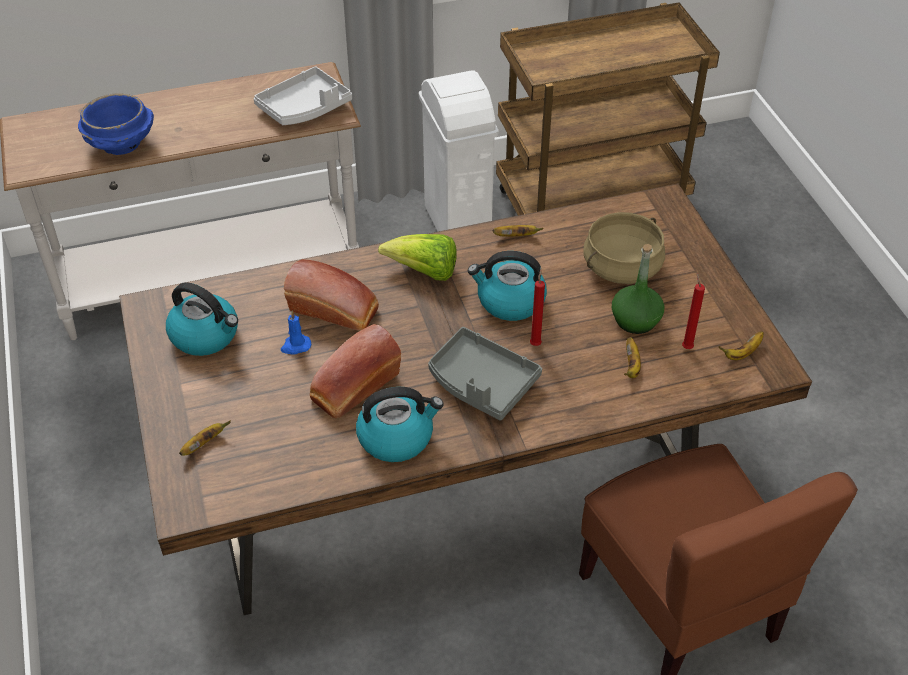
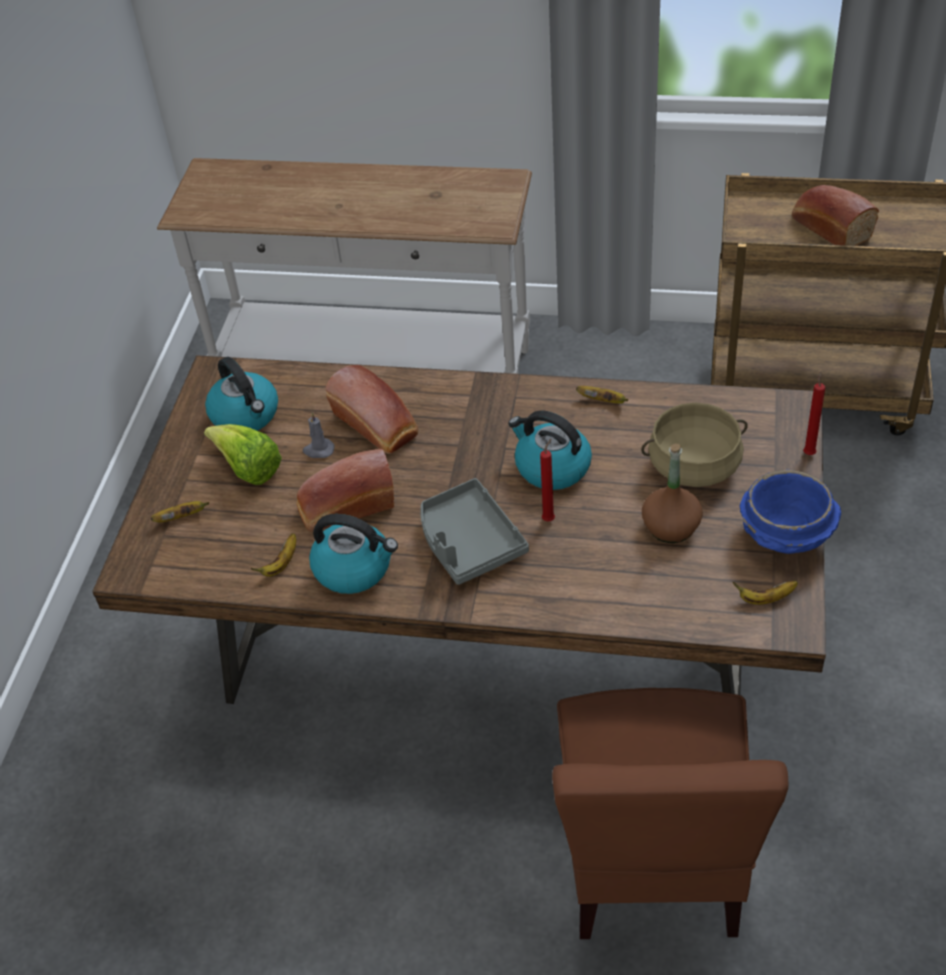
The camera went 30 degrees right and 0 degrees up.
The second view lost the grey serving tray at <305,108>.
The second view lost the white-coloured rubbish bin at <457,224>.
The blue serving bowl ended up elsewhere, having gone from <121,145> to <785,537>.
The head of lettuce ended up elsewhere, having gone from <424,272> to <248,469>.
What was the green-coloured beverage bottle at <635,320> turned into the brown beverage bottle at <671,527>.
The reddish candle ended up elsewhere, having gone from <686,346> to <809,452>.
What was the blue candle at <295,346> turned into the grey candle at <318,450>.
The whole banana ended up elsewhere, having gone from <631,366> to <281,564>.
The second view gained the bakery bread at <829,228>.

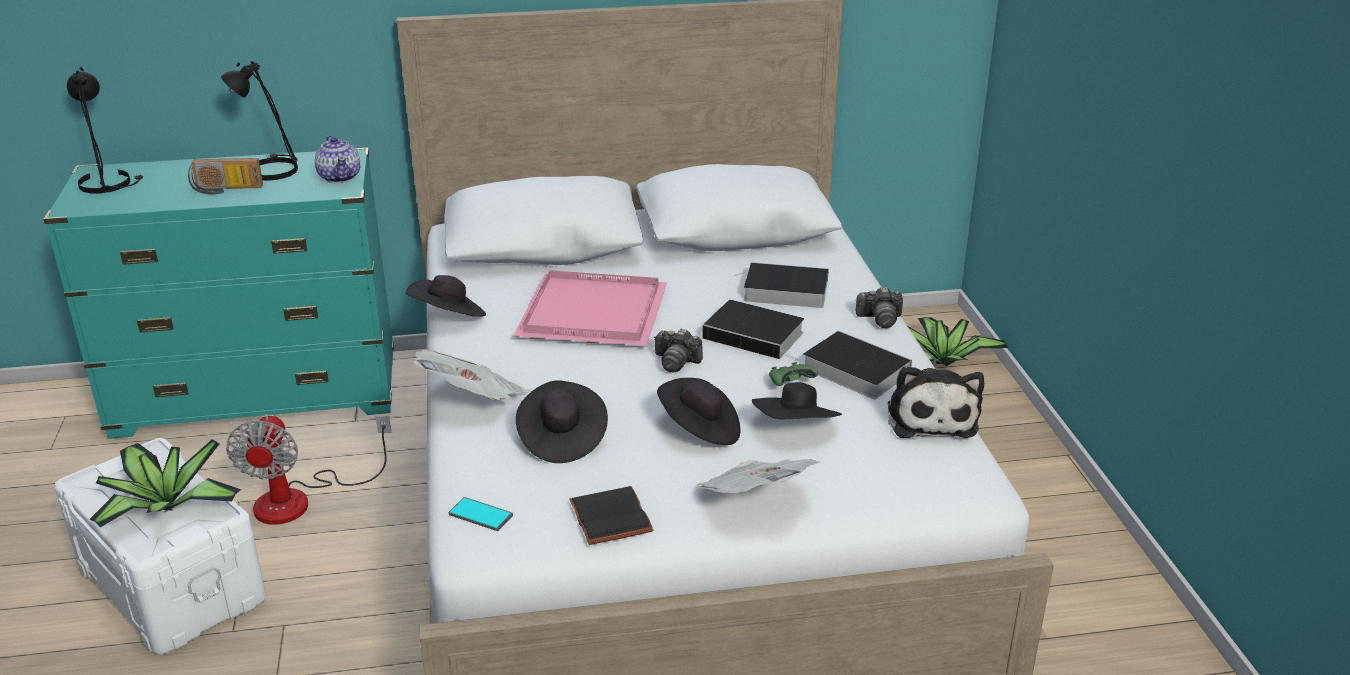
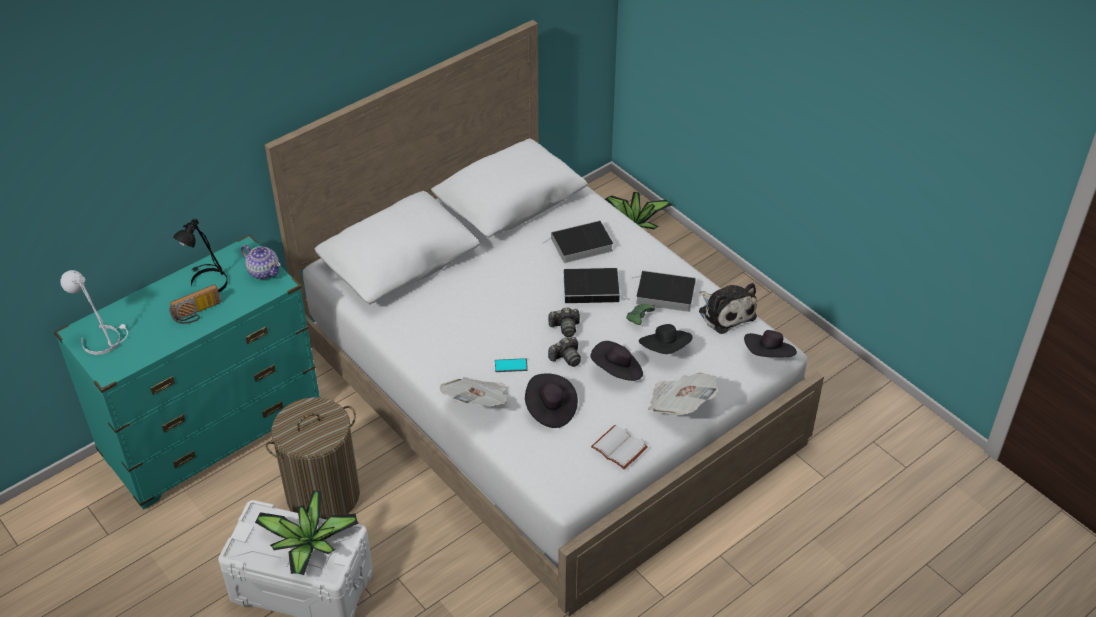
The camera went 30 degrees left and 15 degrees up.
What was the black table lamp at <109,183> turned into the white-coloured table lamp at <103,339>.
The second view lost the pinkish serving tray at <596,312>.
The black hat ended up elsewhere, having gone from <449,317> to <769,356>.
The photo camera ended up elsewhere, having gone from <880,319> to <566,358>.
Where the electric fan stood at <300,499>, the laundry basket came to stand at <323,495>.
What was the black volume at <613,518> turned into the white-coloured volume at <620,447>.
The handset ended up elsewhere, having gone from <481,515> to <511,365>.

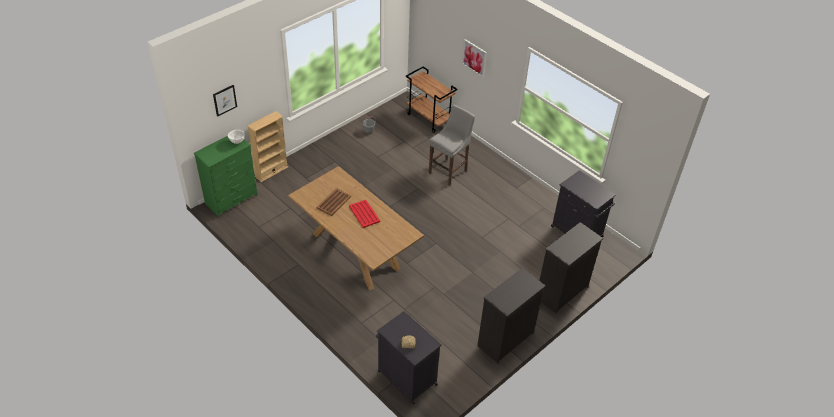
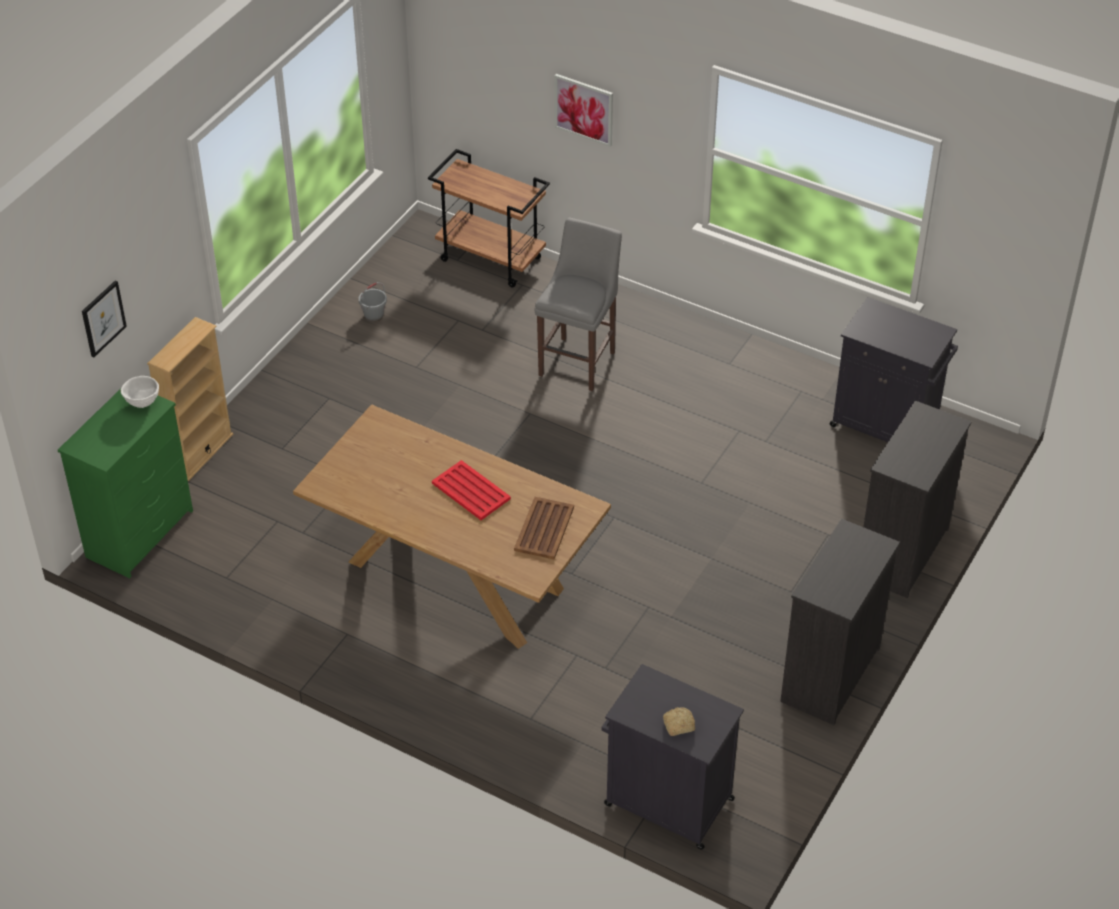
The camera went 15 degrees left and 0 degrees up.
The brown serving tray ended up elsewhere, having gone from <334,202> to <544,528>.

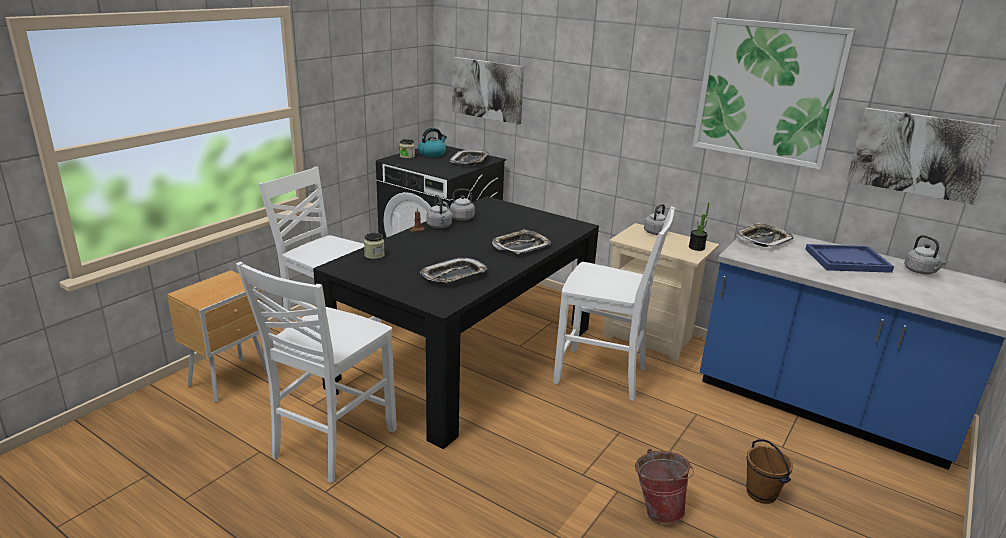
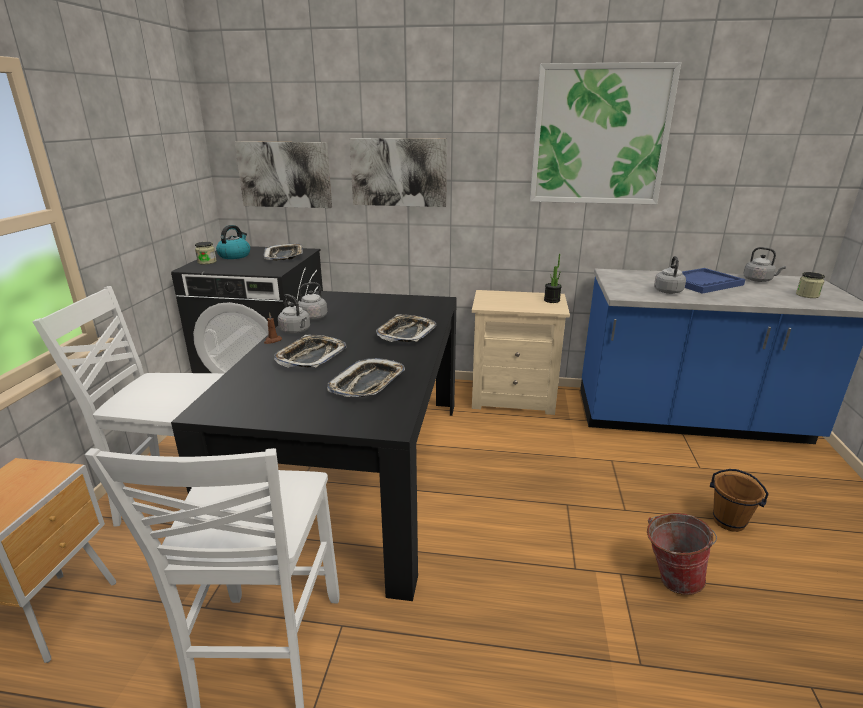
The camera went 25 degrees left and 0 degrees up.
The wall picture ended up elsewhere, having gone from <918,154> to <399,172>.
The grey tea kettle ended up elsewhere, having gone from <656,232> to <667,291>.
The second view lost the white-coloured upright chair at <602,376>.
The serving tray ended up elsewhere, having gone from <763,240> to <311,356>.
The storage jar ended up elsewhere, having gone from <374,255> to <807,295>.

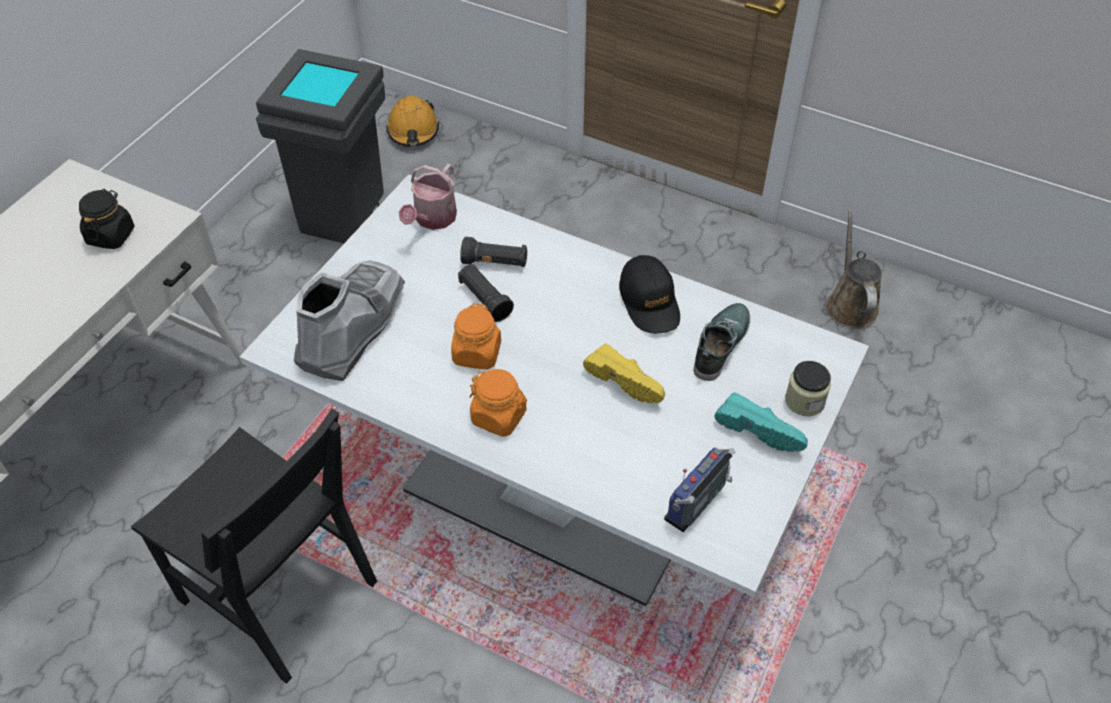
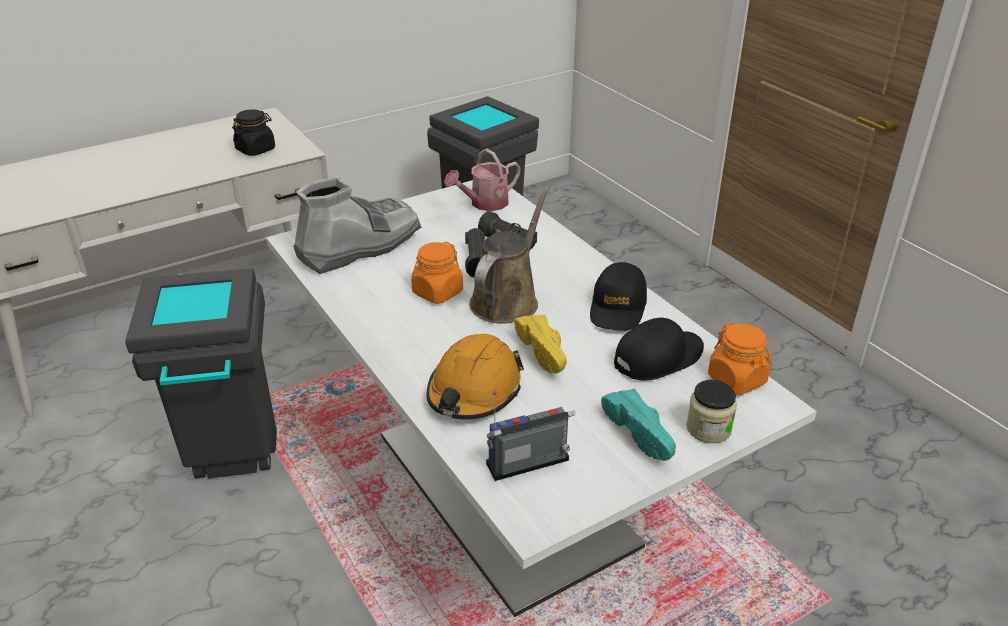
The camera went 30 degrees right and 15 degrees down.
The orangey safety helmet ended up elsewhere, having gone from <413,130> to <474,391>.
The brown watering can ended up elsewhere, having gone from <850,304> to <507,300>.
Where the shoe stood at <720,345>, the black baseball cap came to stand at <658,358>.
The orangey storage jar ended up elsewhere, having gone from <499,417> to <737,379>.
Where the black upright chair stood at <277,592>, the grey rubbish bin came to stand at <234,465>.

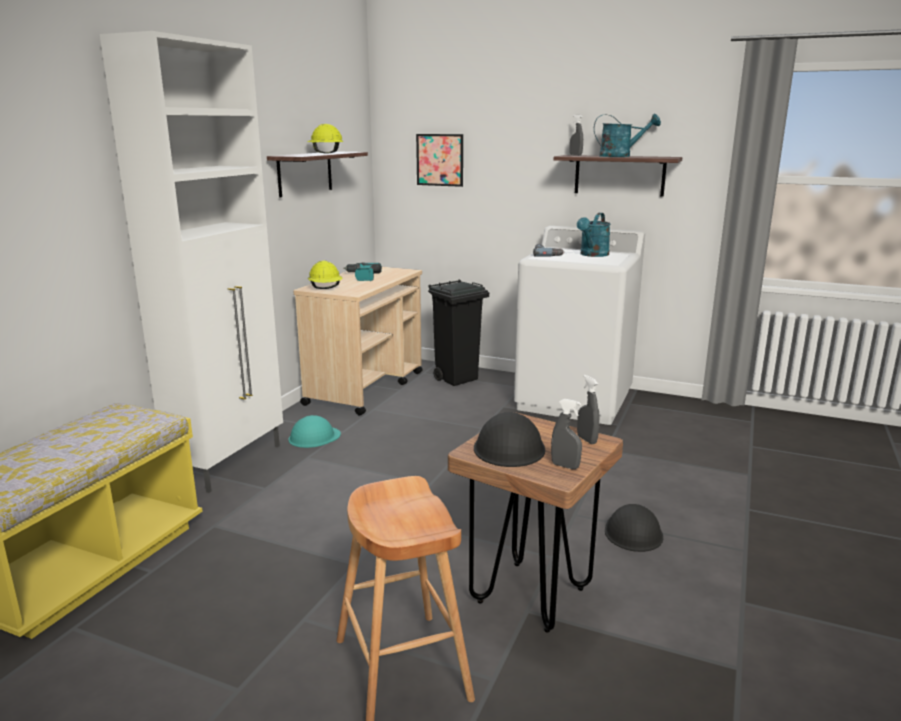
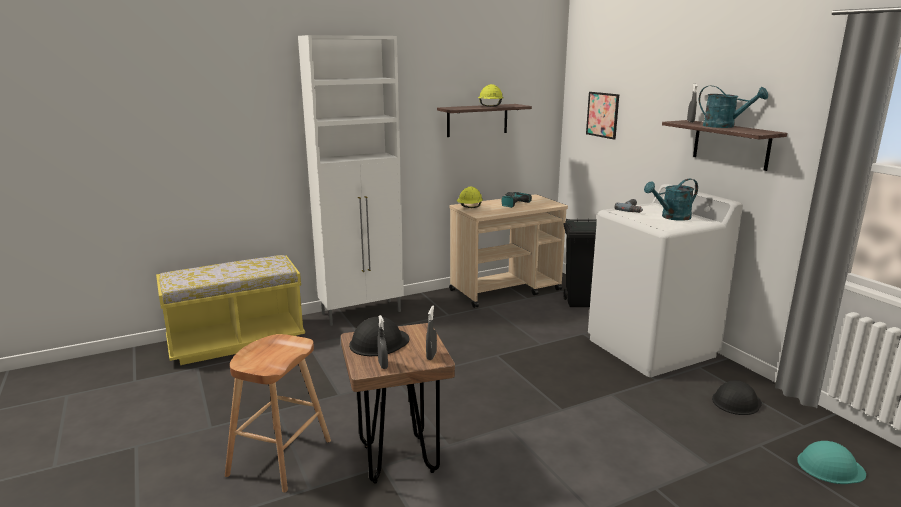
The camera went 40 degrees right and 0 degrees up.
The turquoise safety helmet ended up elsewhere, having gone from <314,437> to <830,467>.
The black safety helmet ended up elsewhere, having gone from <633,532> to <736,401>.

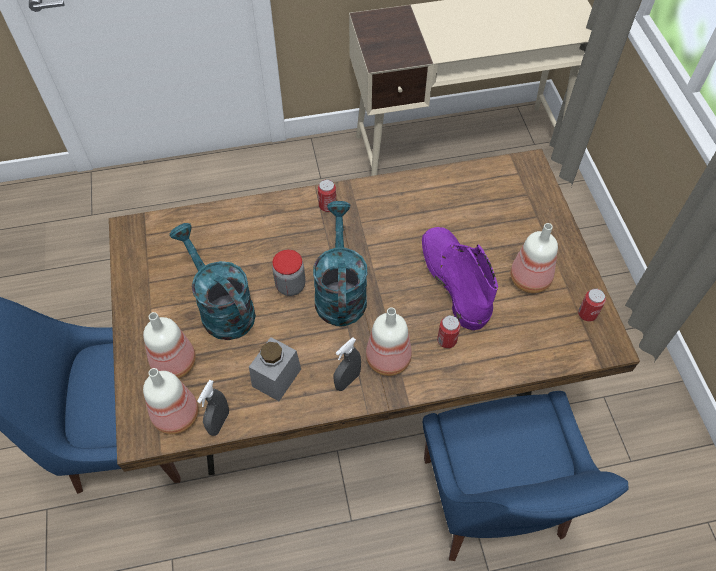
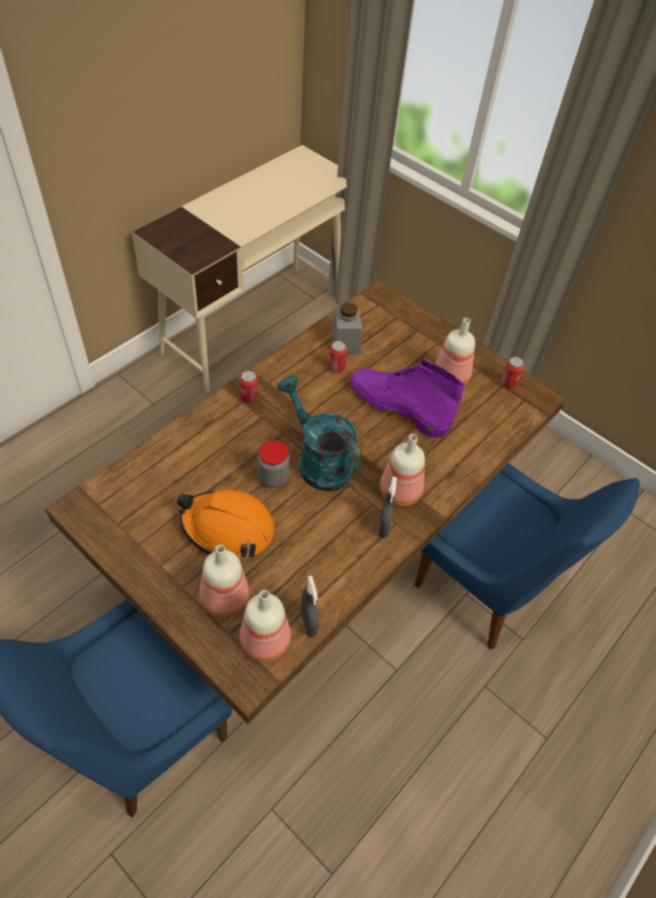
The camera went 40 degrees left and 5 degrees down.
Where the turquoise watering can stood at <221,307>, the orangey safety helmet came to stand at <228,528>.
The can ended up elsewhere, having gone from <446,340> to <336,368>.
The grey storage jar ended up elsewhere, having gone from <276,377> to <345,343>.

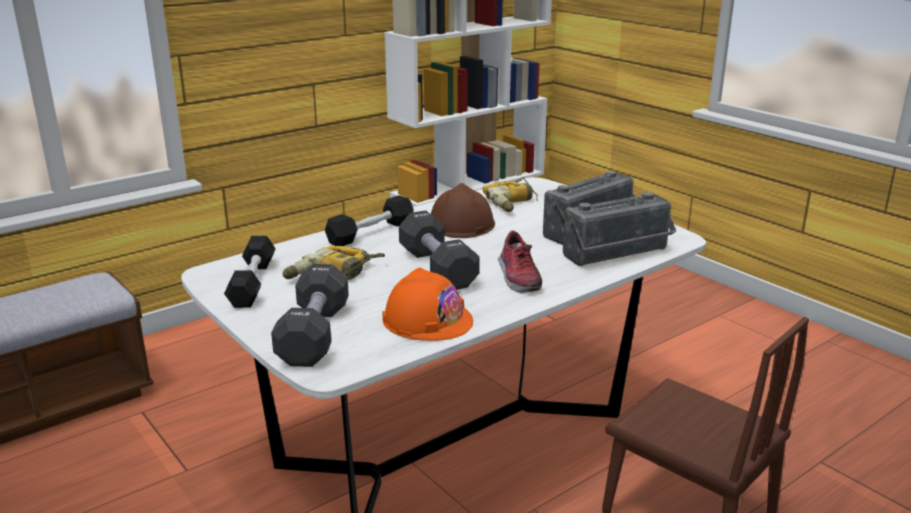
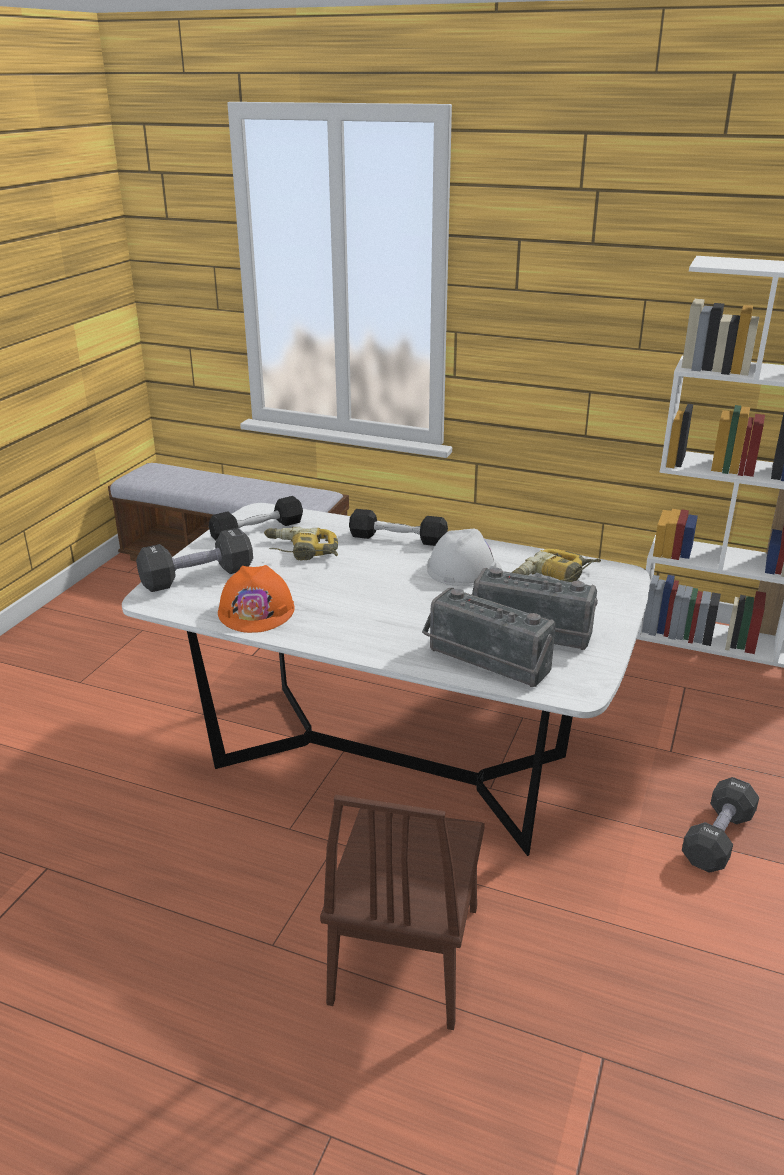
The camera went 60 degrees right and 5 degrees up.
What was the brown safety helmet at <461,224> turned into the white-coloured safety helmet at <464,569>.
The black dumbbell ended up elsewhere, having gone from <437,268> to <717,838>.
The second view lost the shoe at <517,277>.

